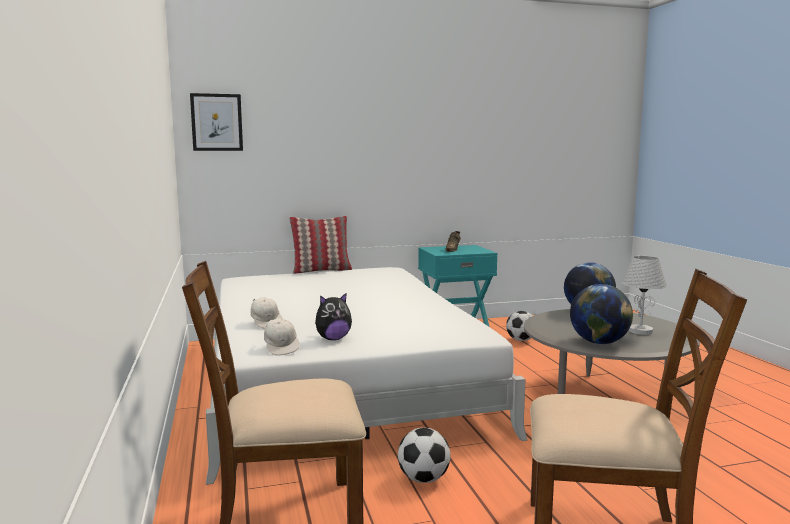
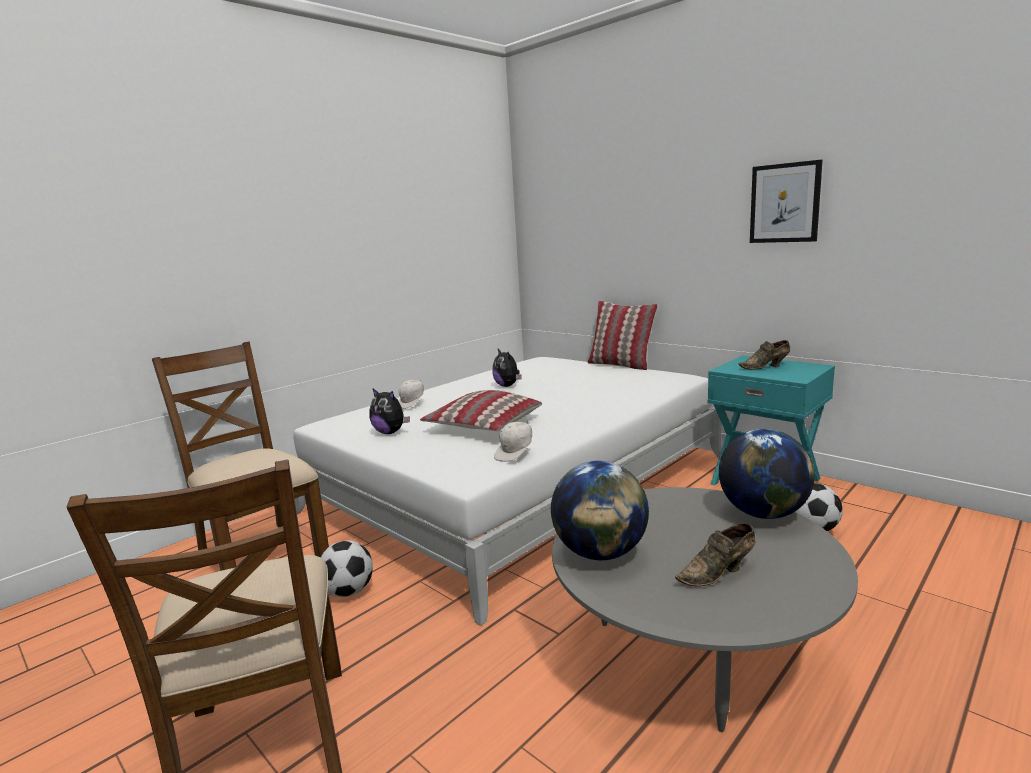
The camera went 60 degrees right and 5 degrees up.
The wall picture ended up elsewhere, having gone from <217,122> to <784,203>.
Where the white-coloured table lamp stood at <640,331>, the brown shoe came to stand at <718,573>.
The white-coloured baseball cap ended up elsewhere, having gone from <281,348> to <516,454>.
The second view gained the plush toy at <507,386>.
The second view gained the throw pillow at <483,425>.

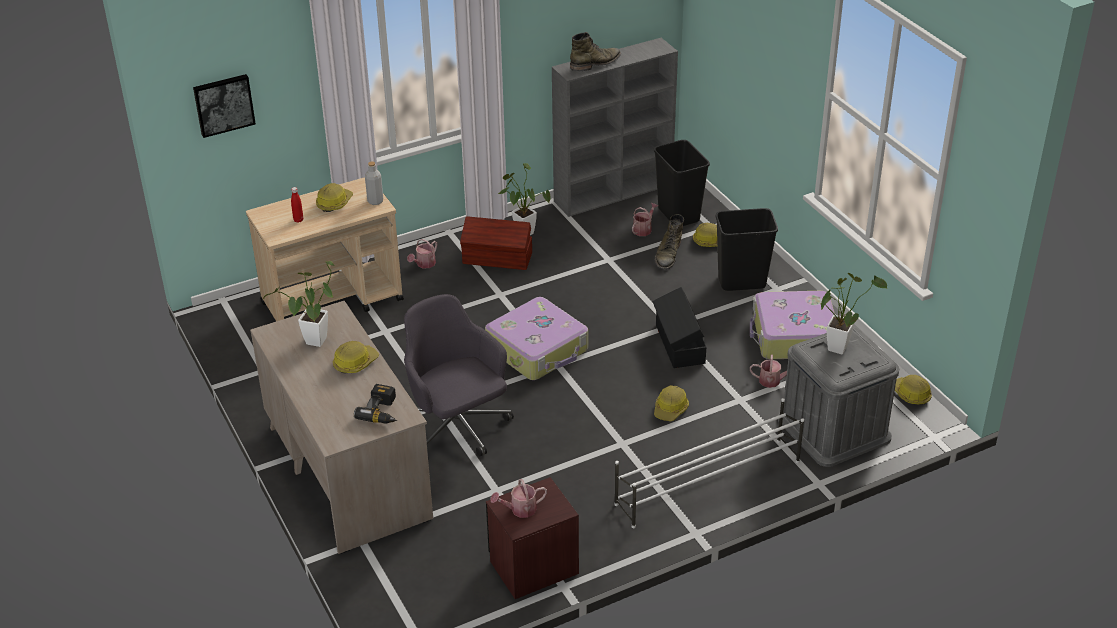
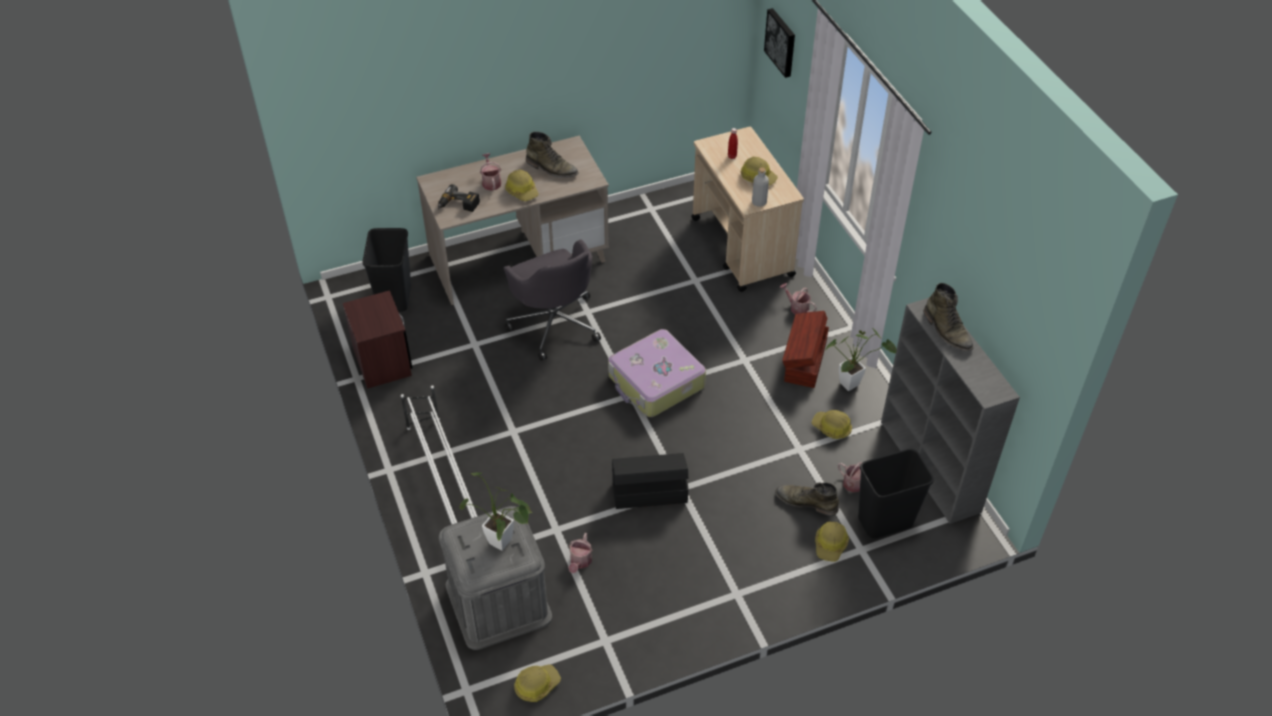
The camera went 95 degrees right and 10 degrees up.
The black rubbish bin ended up elsewhere, having gone from <742,282> to <395,298>.
Where the plant in a pot stood at <314,344>, the green-coloured high-top boot came to stand at <552,168>.
The second view lost the piece of luggage at <793,336>.
The grey computer chair at <457,429> ended up facing another way, 90 degrees clockwise from before.
The safety helmet ended up elsewhere, having gone from <671,409> to <832,428>.
The watering can ended up elsewhere, having gone from <520,510> to <491,182>.

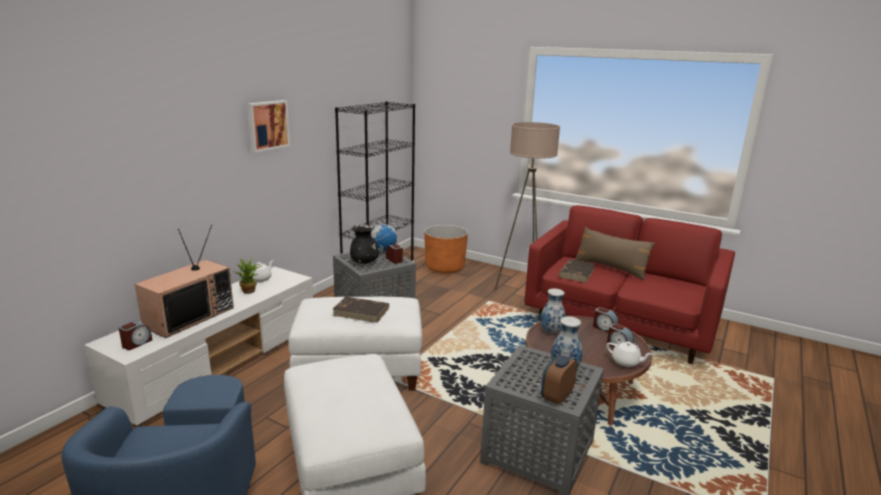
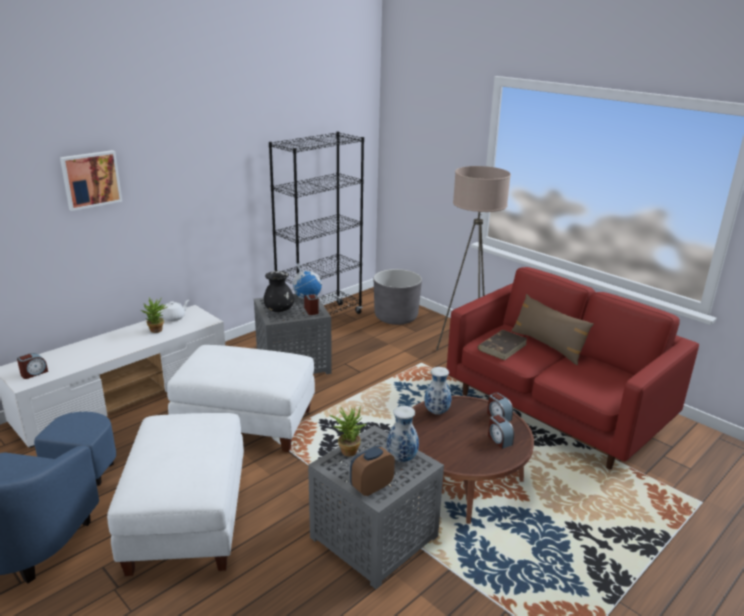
The camera went 15 degrees right and 5 degrees up.
The wall picture ended up elsewhere, having gone from <267,125> to <90,179>.
The second view lost the TV at <189,316>.
What was the orangey flower pot at <444,267> turned into the grey flower pot at <396,317>.
The second view lost the brown volume at <361,312>.
The second view lost the white-coloured tea pot at <626,362>.
The second view gained the plant in a pot at <347,449>.

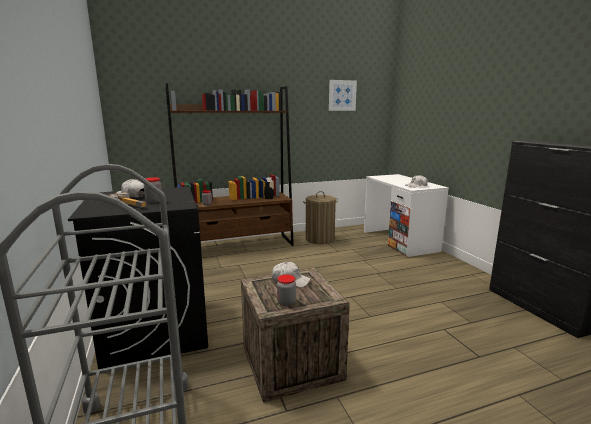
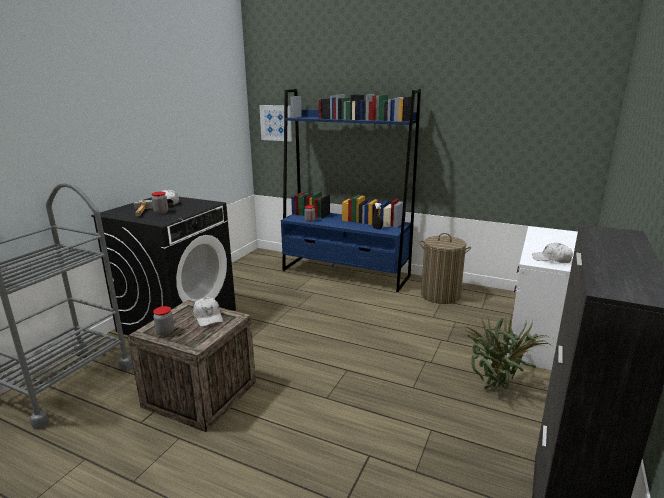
The camera went 45 degrees right and 5 degrees up.
The wall picture ended up elsewhere, having gone from <342,95> to <276,123>.
What was the brown bookcase at <237,246> turned into the blue bookcase at <345,273>.
The second view gained the plant in a pot at <497,389>.

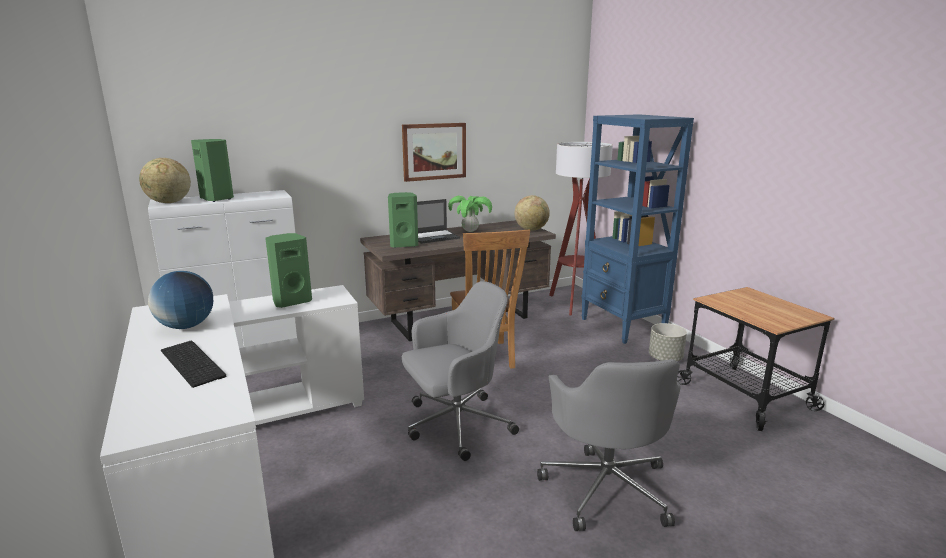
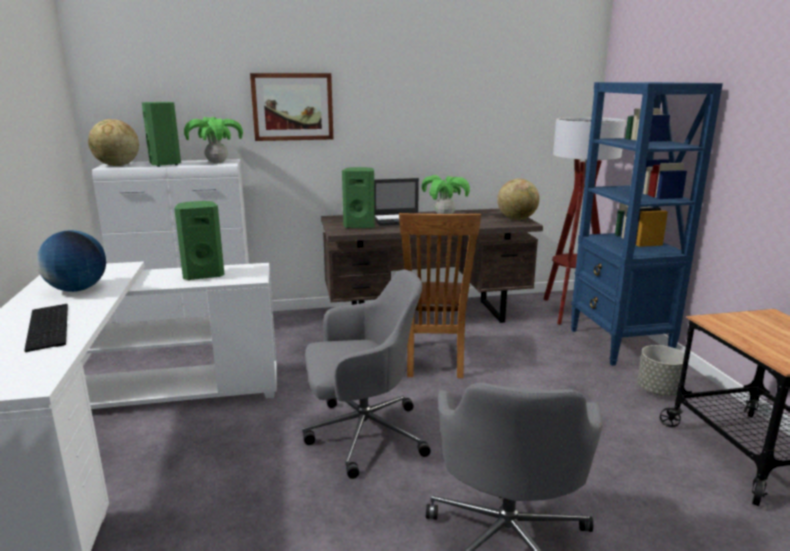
The camera went 15 degrees right and 0 degrees up.
The wall picture ended up elsewhere, having gone from <434,151> to <292,107>.
The second view gained the plant in a pot at <217,162>.

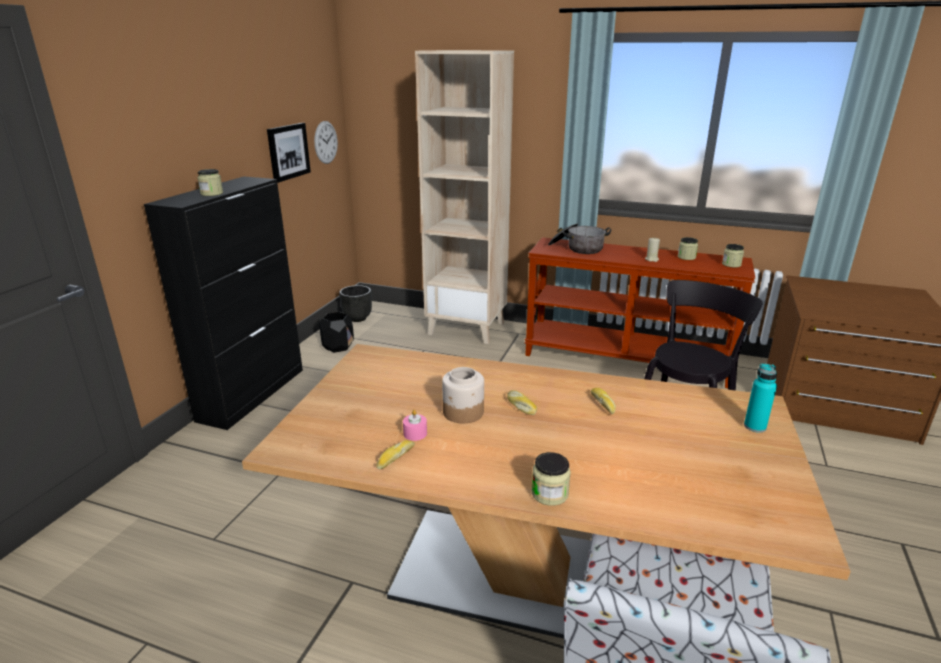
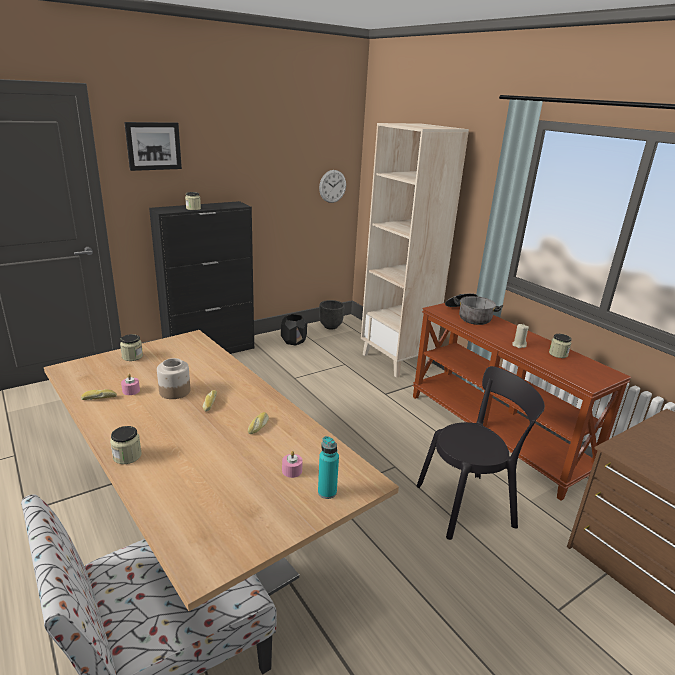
The camera went 35 degrees right and 0 degrees up.
The wall picture ended up elsewhere, having gone from <288,151> to <153,146>.
The storage jar ended up elsewhere, having gone from <731,264> to <132,356>.
The second view gained the pinkish candle at <292,470>.

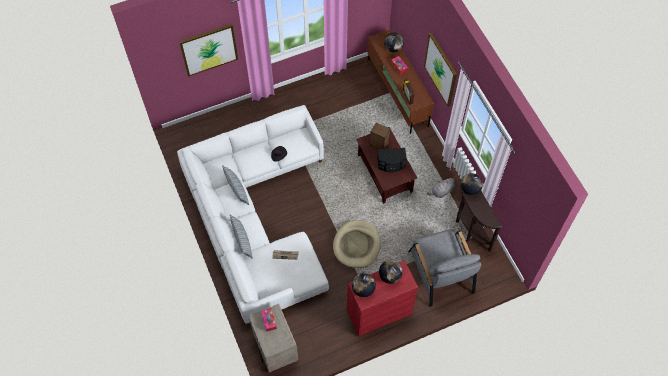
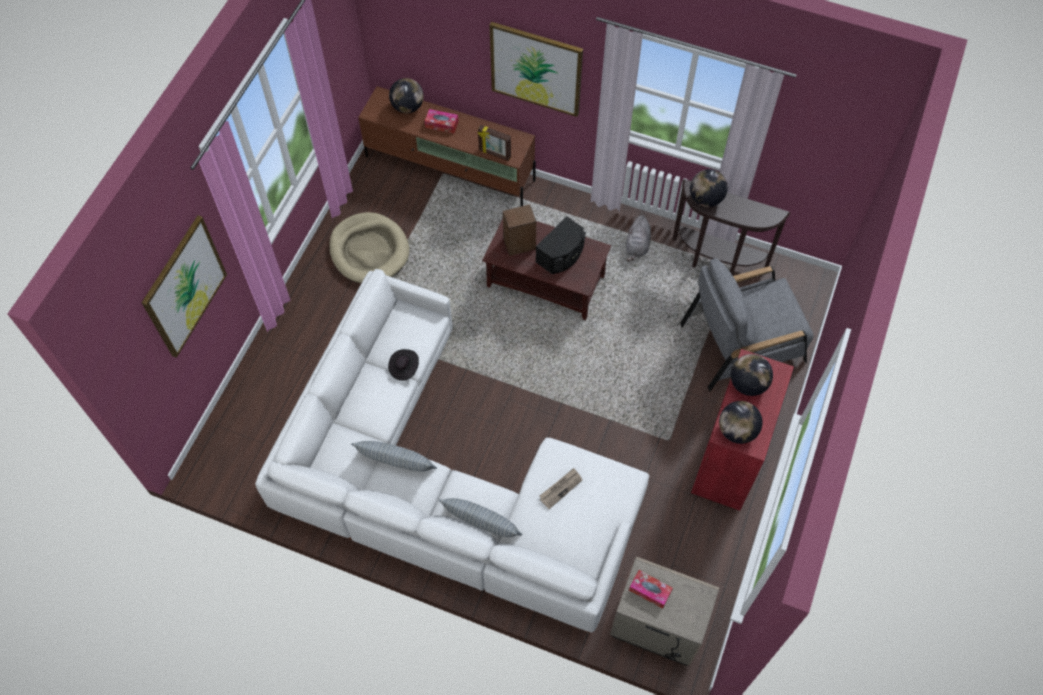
The camera went 45 degrees left and 0 degrees up.
The sand-coloured dog bed ended up elsewhere, having gone from <357,245> to <369,250>.
The grey lounge chair at <440,272> ended up facing another way, 135 degrees clockwise from before.

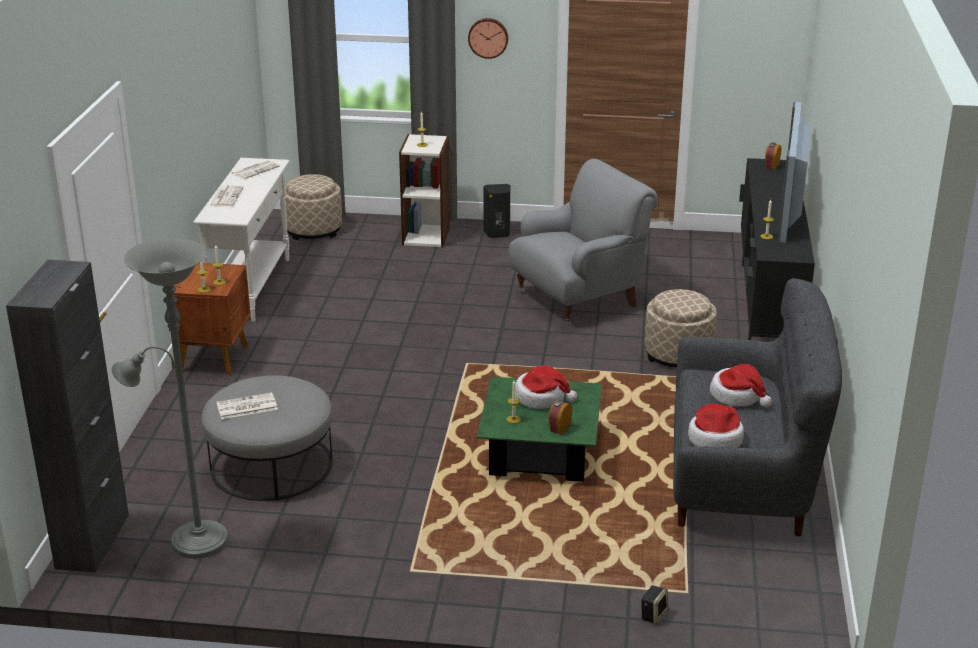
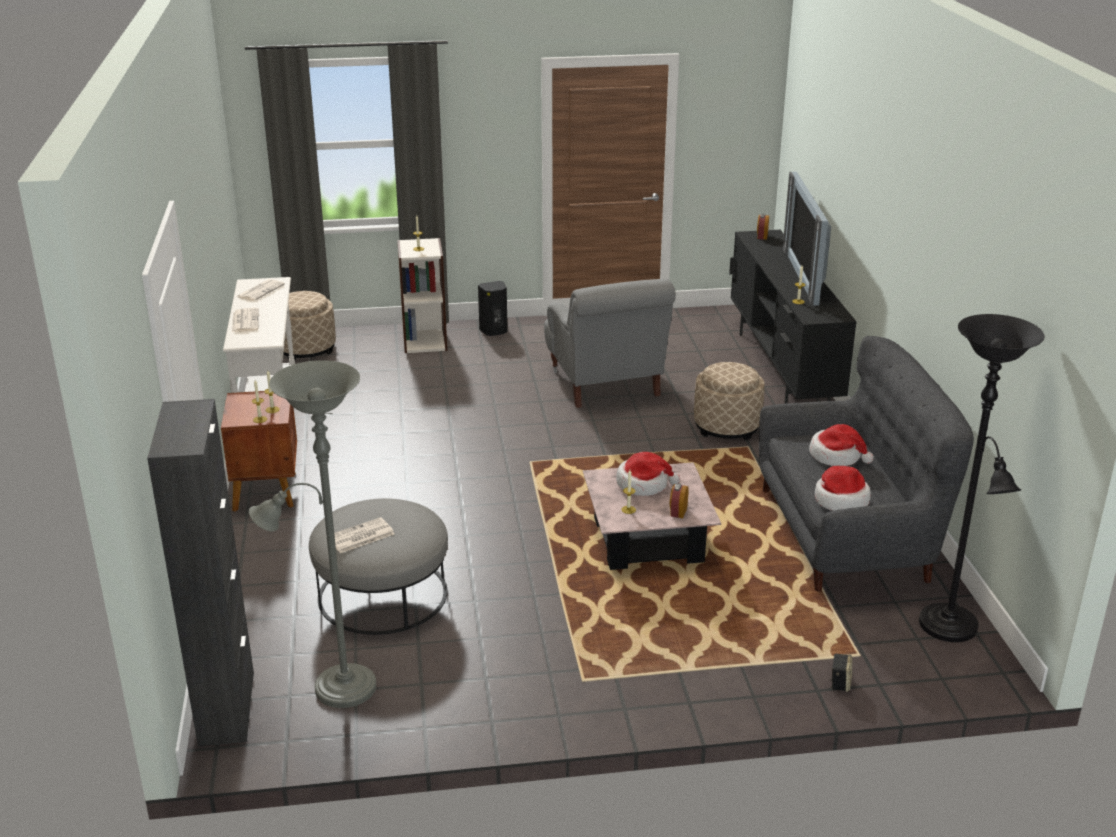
The camera went 15 degrees left and 0 degrees up.
The second view lost the hanging clock at <488,37>.
The grey lounge chair at <579,298> ended up facing another way, 120 degrees clockwise from before.
What was the green-coloured lounge table at <540,453> turned into the pinkish lounge table at <647,540>.
The second view gained the black standard lamp at <951,629>.

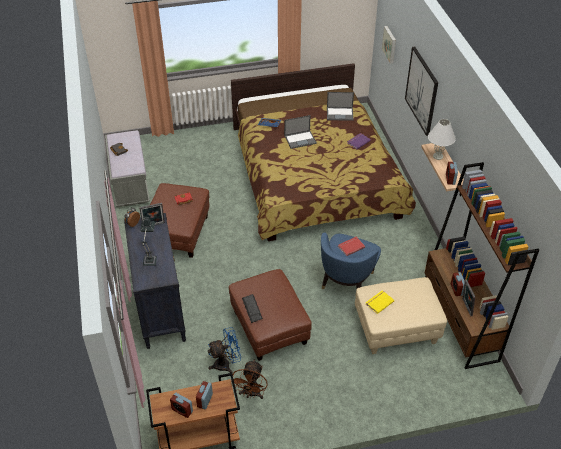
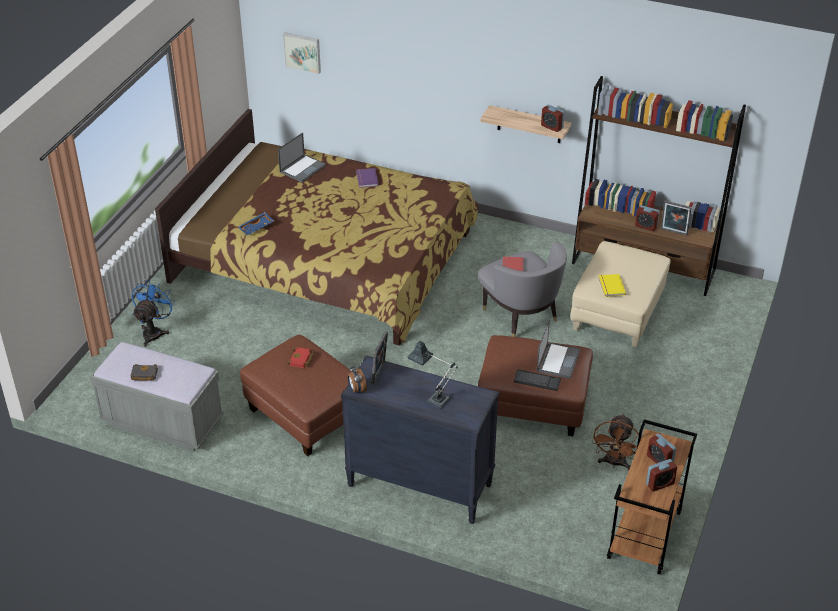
The camera went 55 degrees left and 5 degrees down.
The second view lost the wall picture at <422,91>.
The notebook computer ended up elsewhere, having gone from <300,139> to <558,360>.
The second view lost the white-coloured table lamp at <438,156>.
What was the blue lounge chair at <346,281> turned into the grey lounge chair at <521,316>.
The blue electric fan ended up elsewhere, having gone from <226,364> to <154,332>.
The brown electric fan at <251,394> ended up facing another way, 60 degrees clockwise from before.

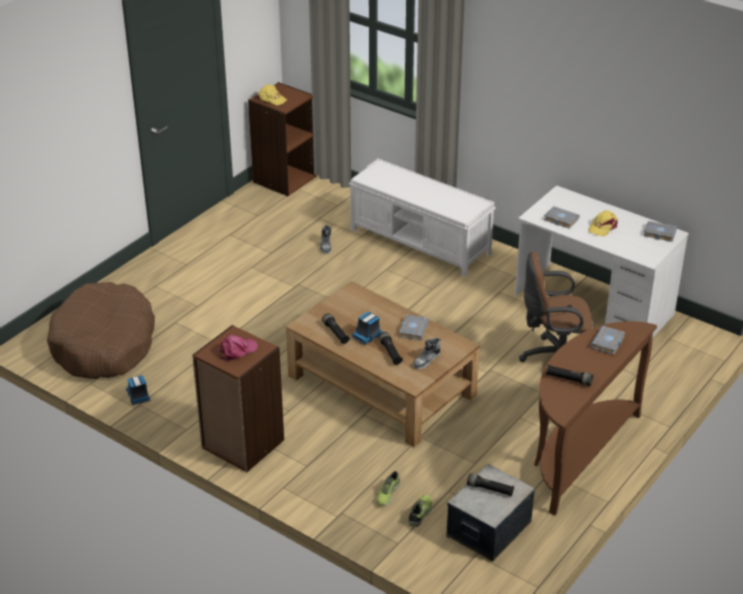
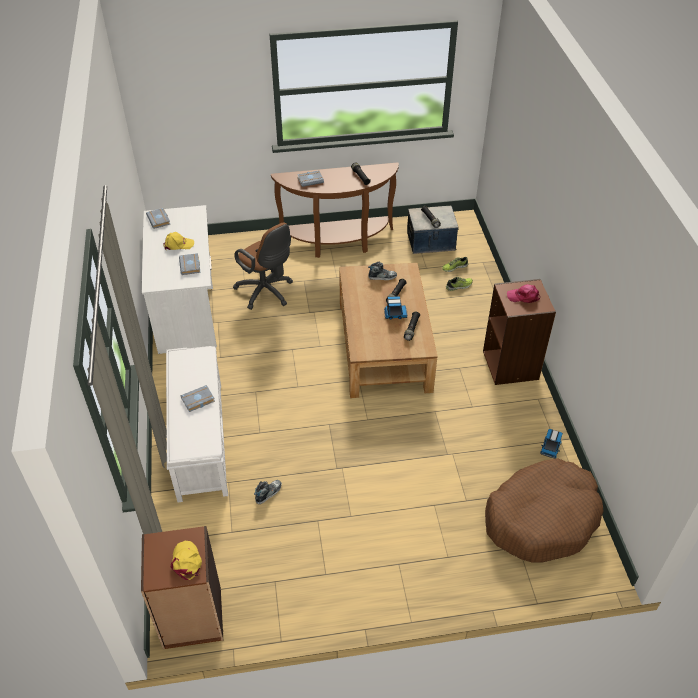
The camera went 135 degrees left and 10 degrees up.
The grey volume ended up elsewhere, having gone from <412,329> to <197,401>.

